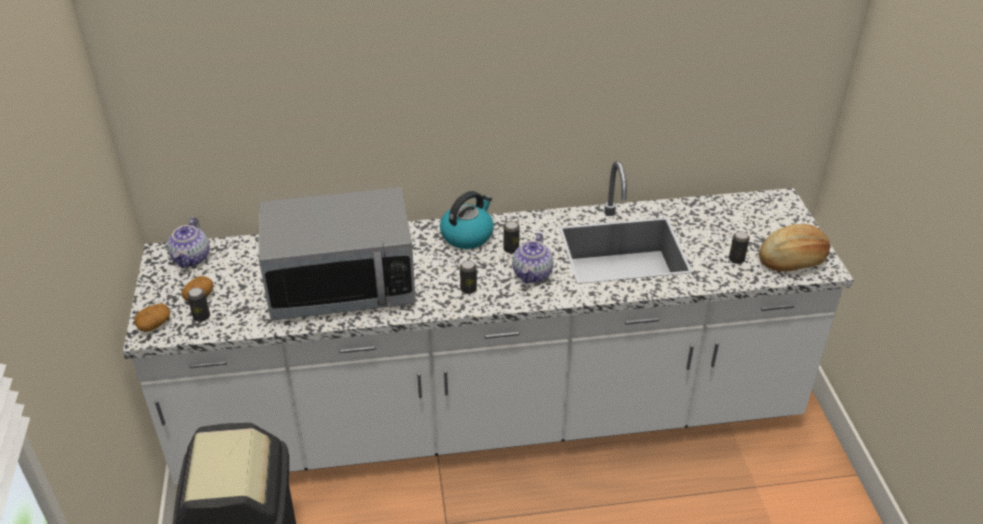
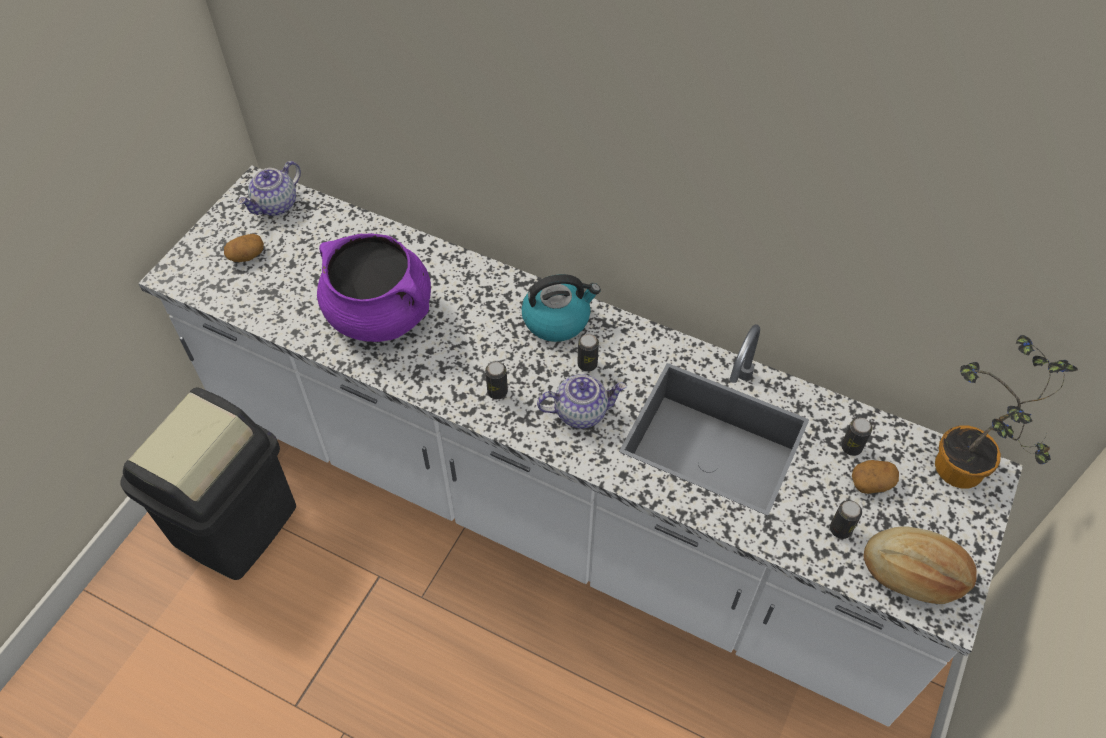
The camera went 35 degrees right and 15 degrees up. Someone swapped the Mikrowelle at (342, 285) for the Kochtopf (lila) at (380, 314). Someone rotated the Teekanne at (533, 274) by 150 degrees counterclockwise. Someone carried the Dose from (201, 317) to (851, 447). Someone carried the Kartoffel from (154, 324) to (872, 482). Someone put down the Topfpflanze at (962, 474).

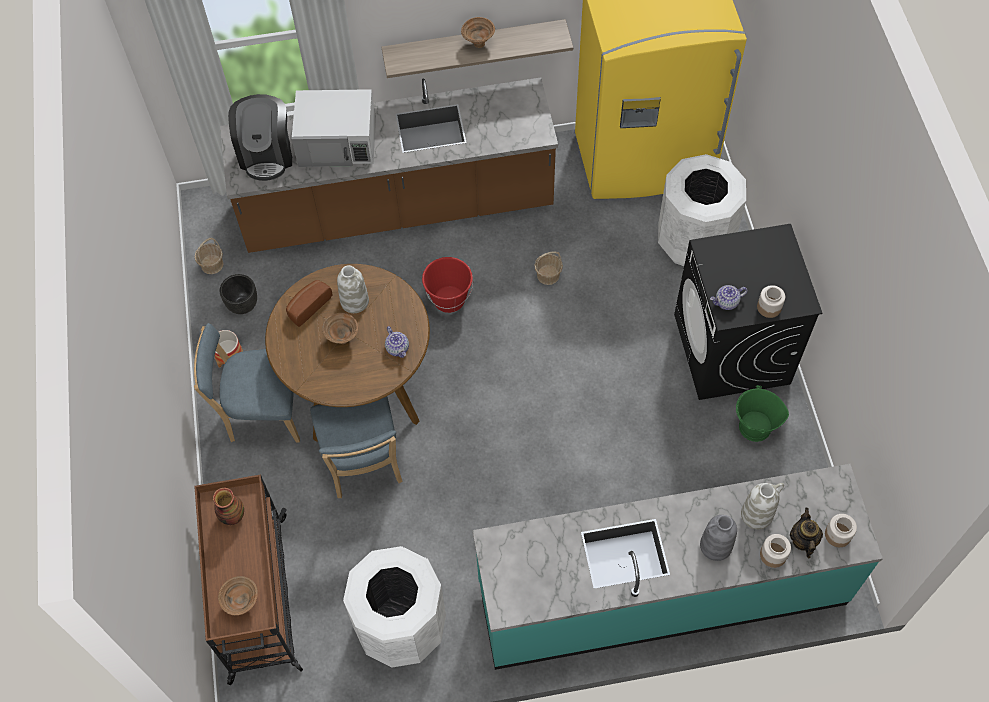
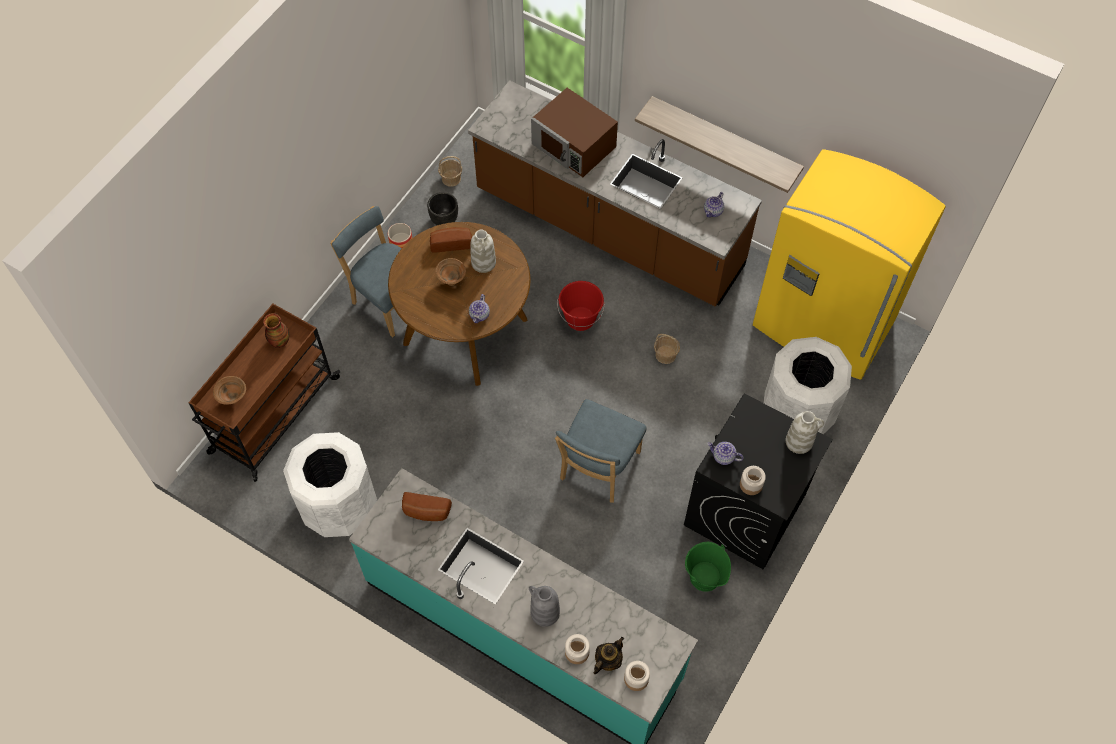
The camera went 40 degrees right and 0 degrees up. Someone took away the Schüssel (braun) at (478, 44). Someone repainted the Mikrowelle (weiß) at (338, 141), which became the Mikrowelle (braun) at (574, 145). Someone took away the Kaffeemaschine at (266, 154). Someone carried the Stuhl (blau) from (363, 464) to (597, 469). Someone carried the Vase (weiß) from (757, 514) to (799, 441). Someone put down the Teekanne at (713, 211). Someone put down the Brot at (426, 512).

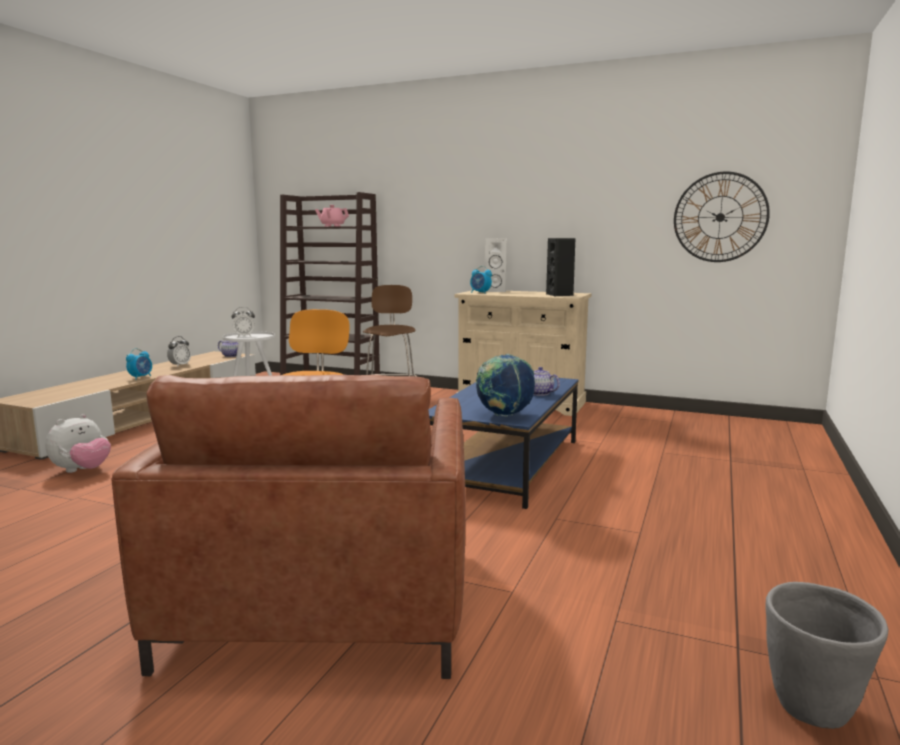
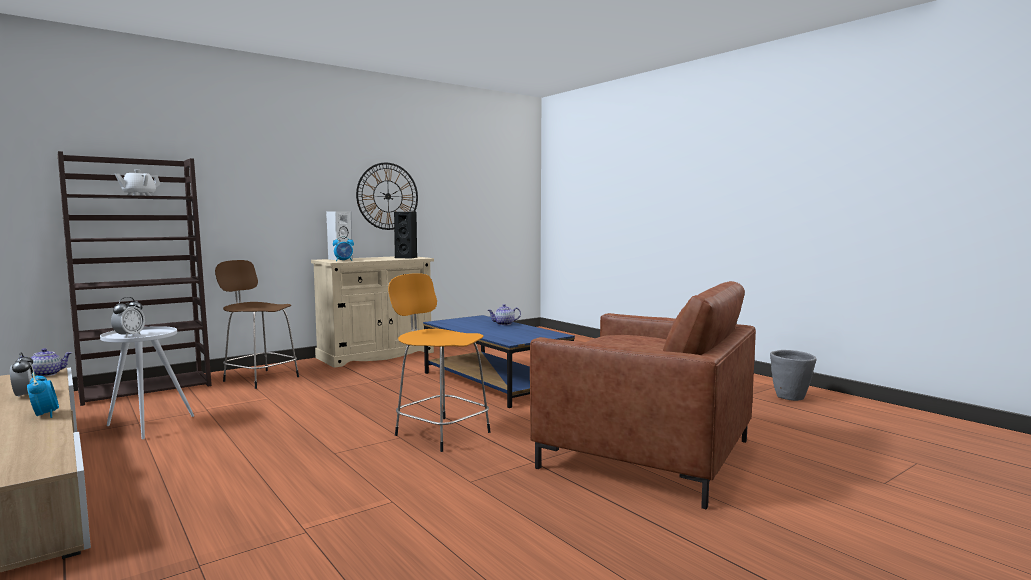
The camera went 60 degrees left and 5 degrees down. Someone carried the Wanduhr from (720, 217) to (387, 196). Someone repainted the Teekanne (rosa) at (332, 226), which became the Teekanne (weiß) at (139, 195). Someone took away the Globus at (504, 415). Someone took away the Plüschtier at (82, 470).

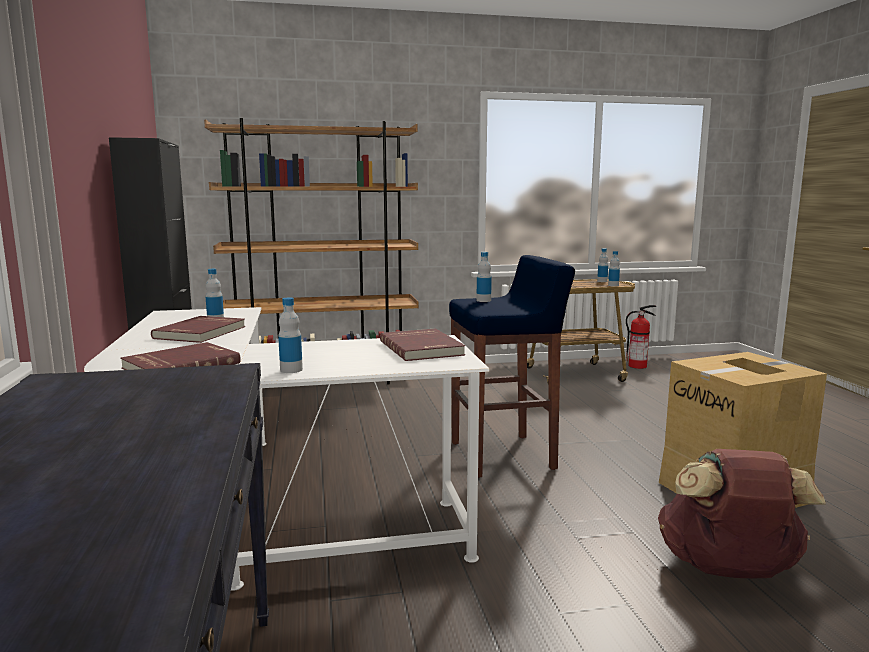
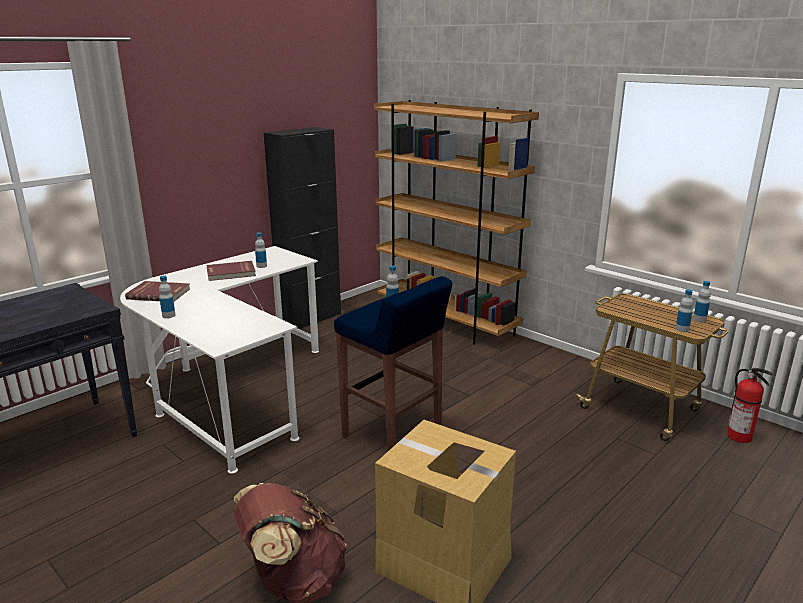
The camera went 55 degrees right and 10 degrees up. Someone took away the Buch (rot) at (422, 348).

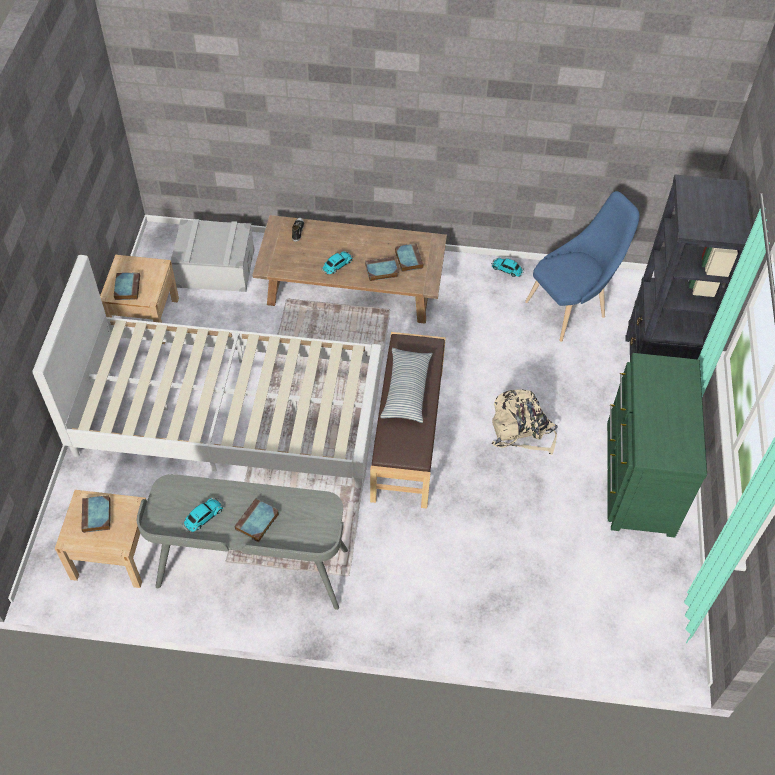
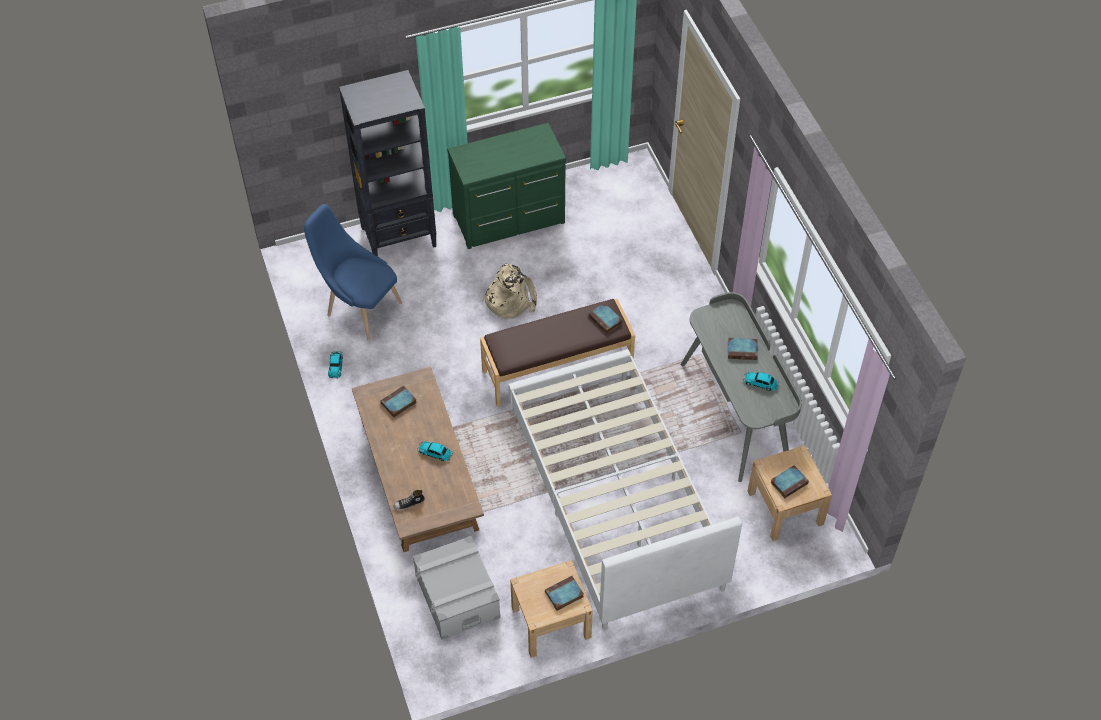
The camera went 115 degrees left and 0 degrees up. Someone carried the Buch from (381, 271) to (606, 320). Someone took away the Kissen at (406, 390).

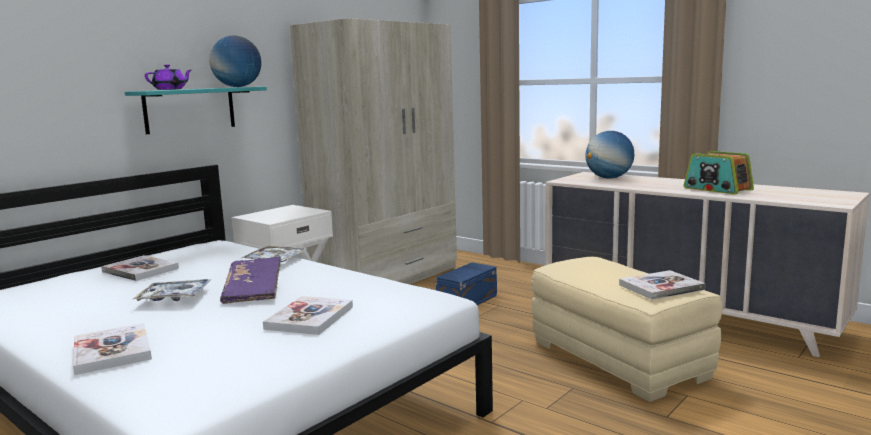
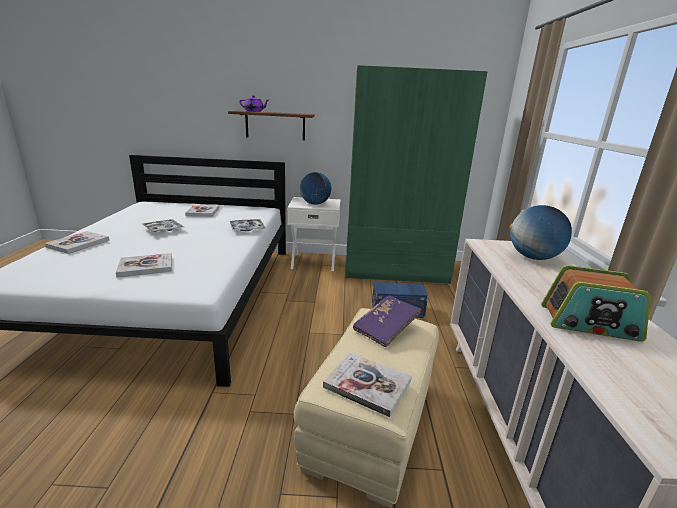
The camera went 50 degrees right and 10 degrees up. Someone repainted the Kleiderschrank (beige) at (387, 277), which became the Kleiderschrank (grün) at (395, 269). Someone carried the Globus from (238, 87) to (315, 204). Someone repainted the Wandregal (türkis) at (190, 109), which became the Wandregal (braun) at (275, 125). Someone rotated the Radio at (717, 189) by 90 degrees counterclockwise. Someone carried the Buch (lila) from (254, 292) to (386, 328).

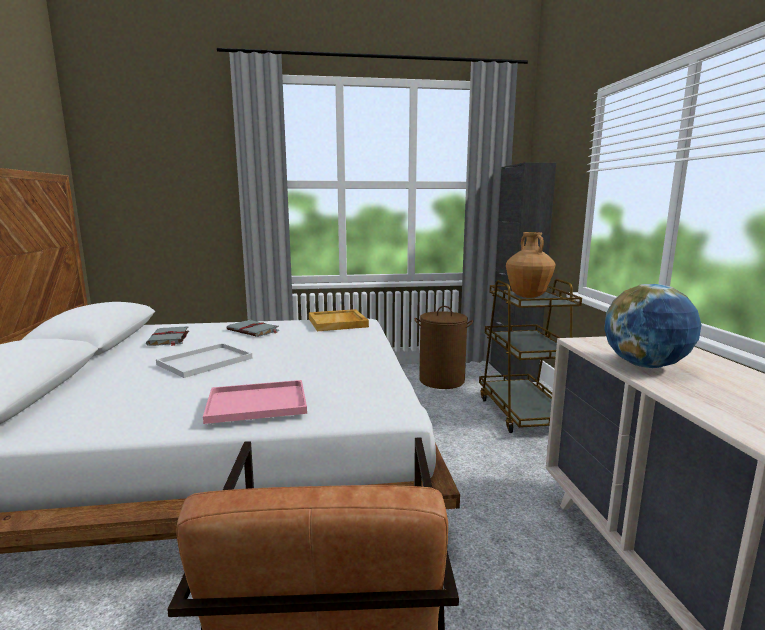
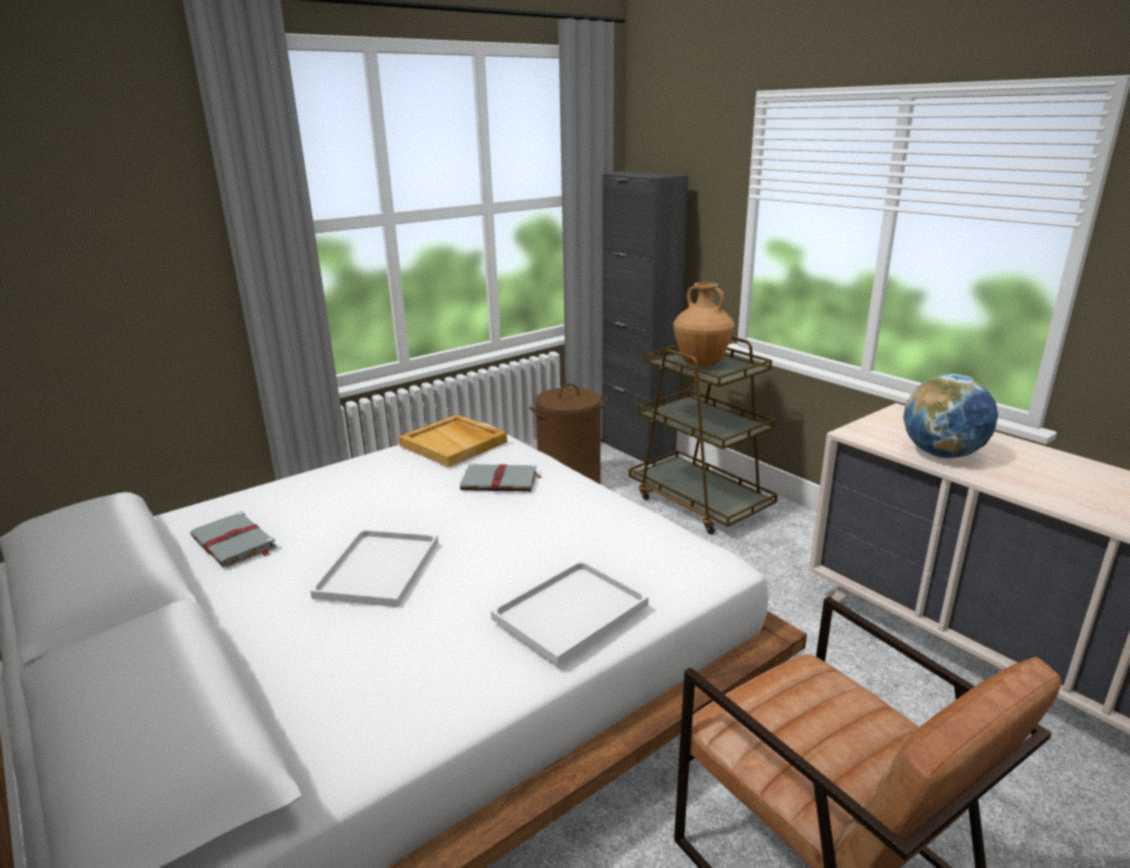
The camera went 30 degrees left and 10 degrees up. Someone carried the Buch (grau) from (253, 330) to (501, 481). Someone repainted the Tablett (rosa) at (255, 404), which became the Tablett (weiß) at (569, 613).

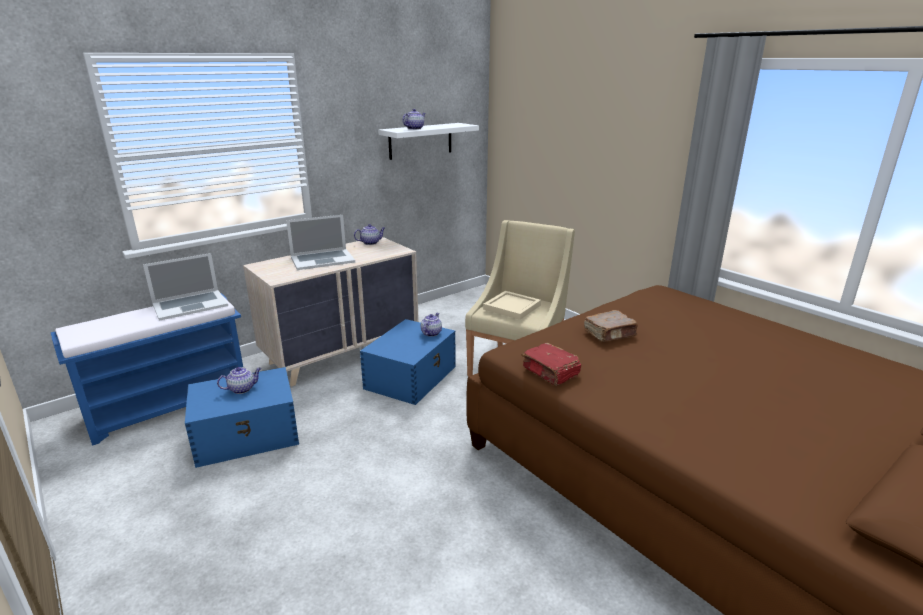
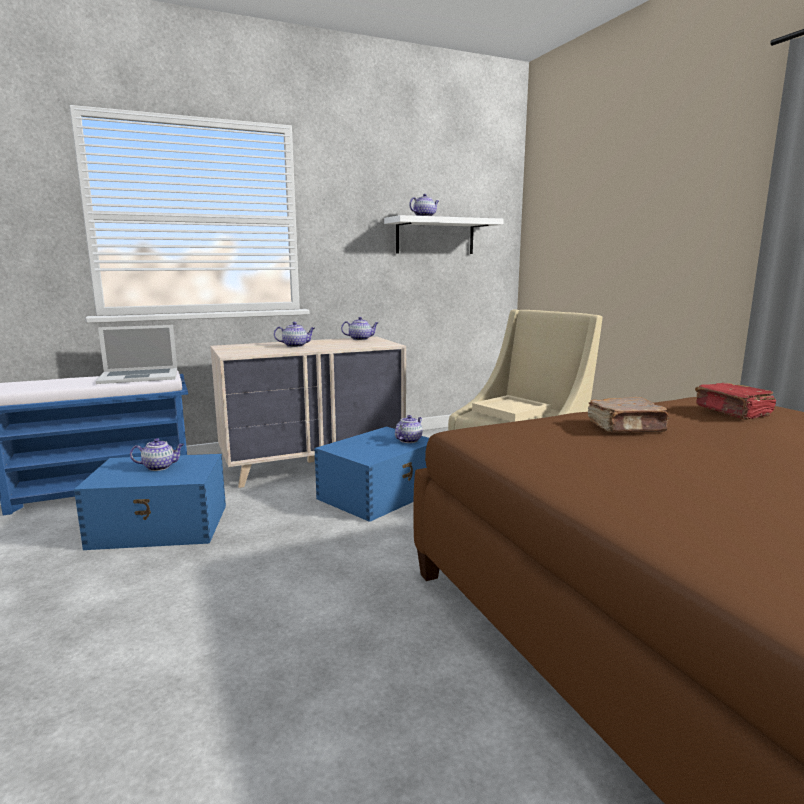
The camera went 15 degrees right and 10 degrees down. Someone swapped the Laptop at (322, 259) for the Teekanne at (295, 346). Someone carried the Buch (rot) from (550, 372) to (733, 411).

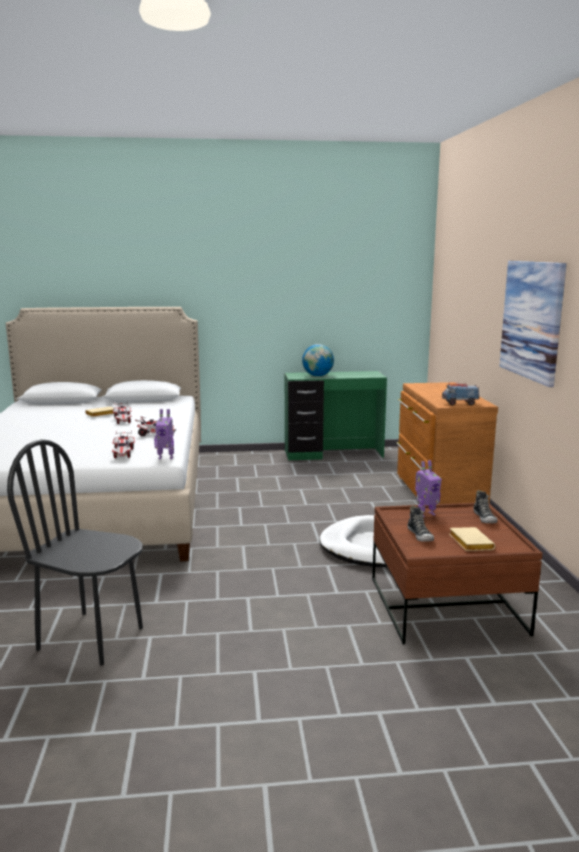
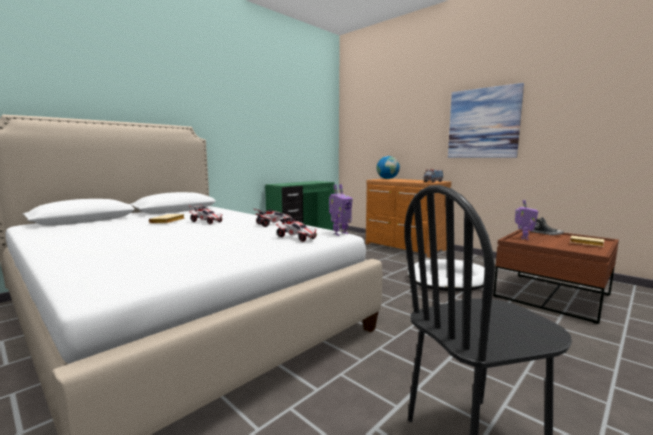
The camera went 40 degrees left and 5 degrees down. Someone carried the Globus from (318, 376) to (387, 179). Someone took away the Schuh at (420, 536).

